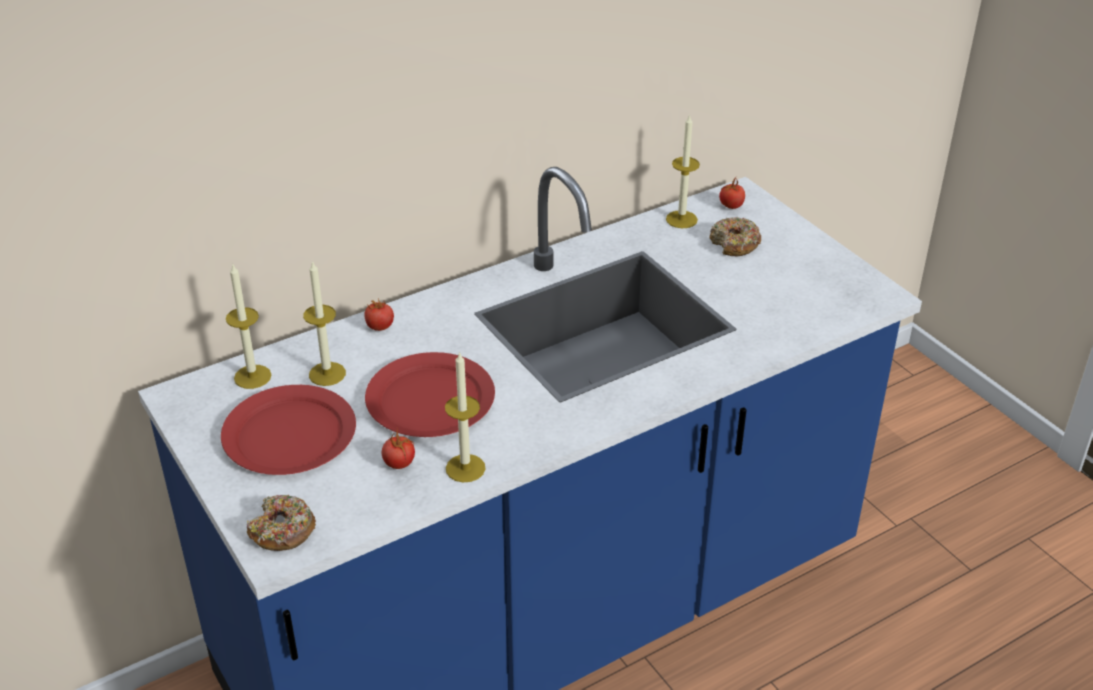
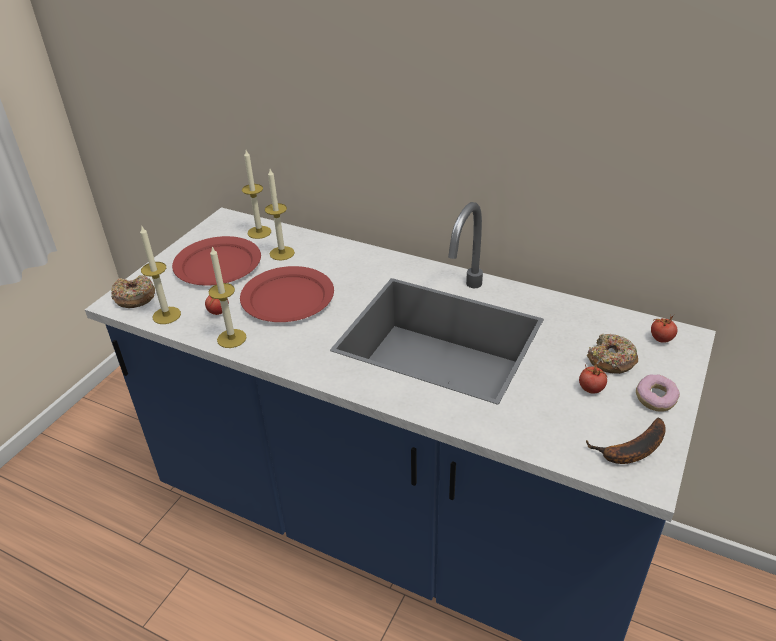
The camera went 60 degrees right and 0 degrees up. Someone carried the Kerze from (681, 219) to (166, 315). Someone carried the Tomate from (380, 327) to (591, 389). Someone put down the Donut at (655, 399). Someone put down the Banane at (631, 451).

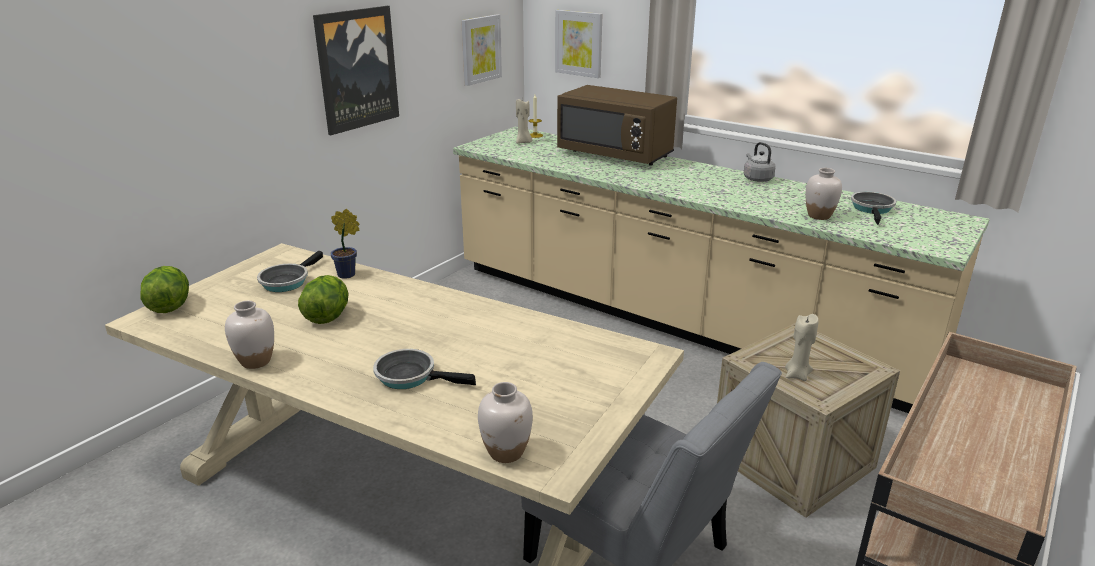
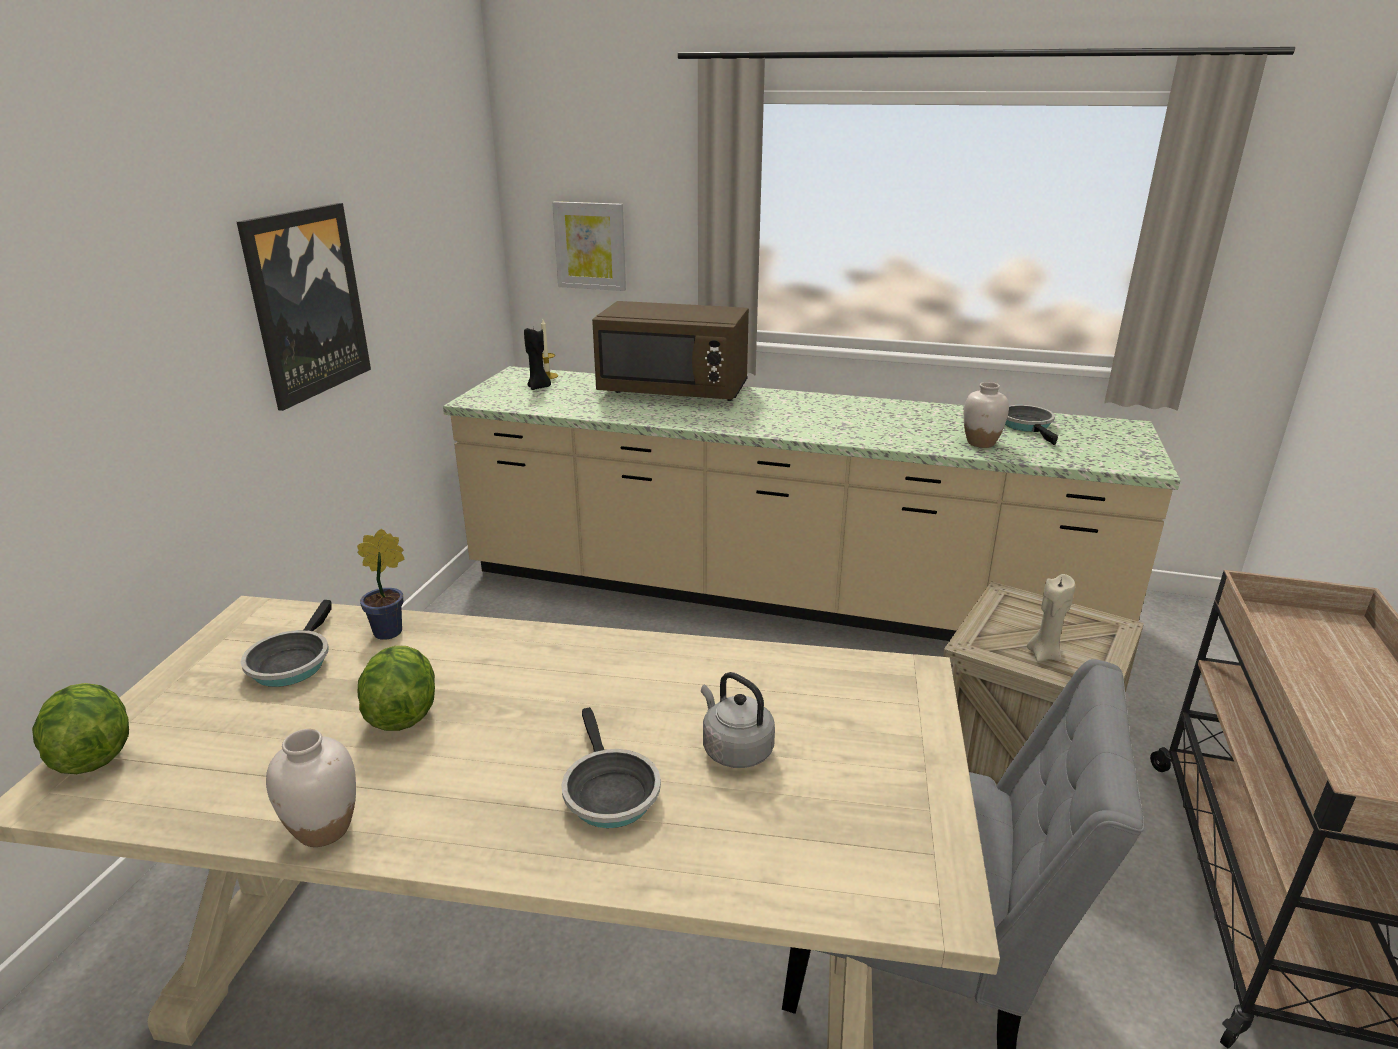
The camera went 20 degrees left and 0 degrees up. Someone took away the Bild at (480, 49). Someone repainted the Kerze (beige) at (523, 142), which became the Kerze (schwarz) at (539, 387). Someone carried the Wasserkessel (grau) from (756, 179) to (734, 749). Someone rotated the Pfanne at (410, 376) by 105 degrees counterclockwise. Someone took away the Vase (weiß) at (506, 452).

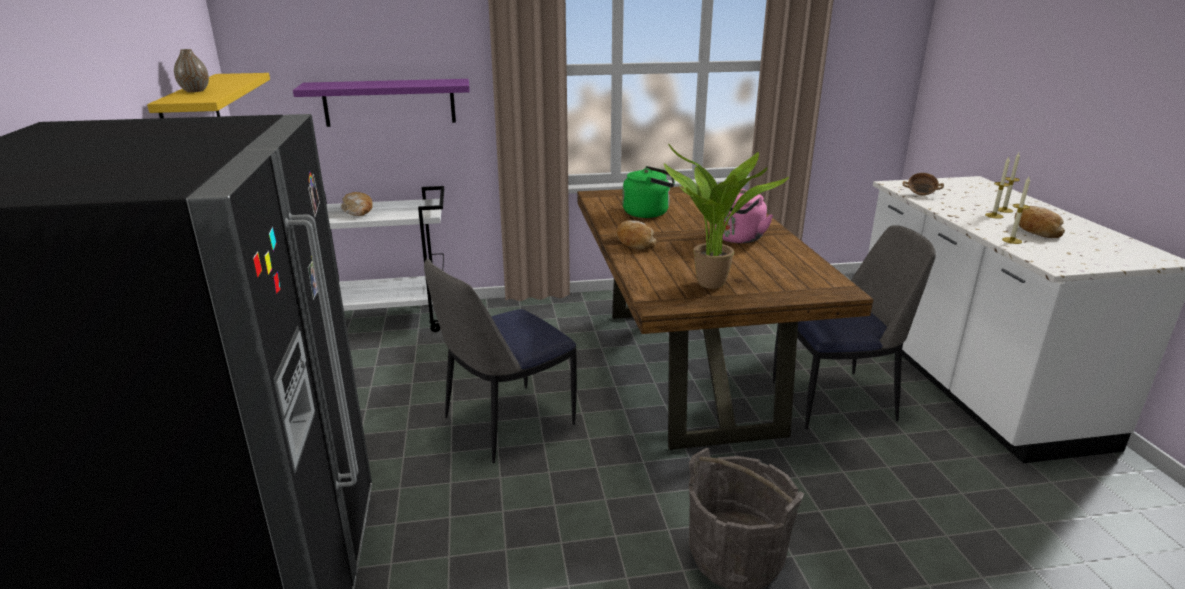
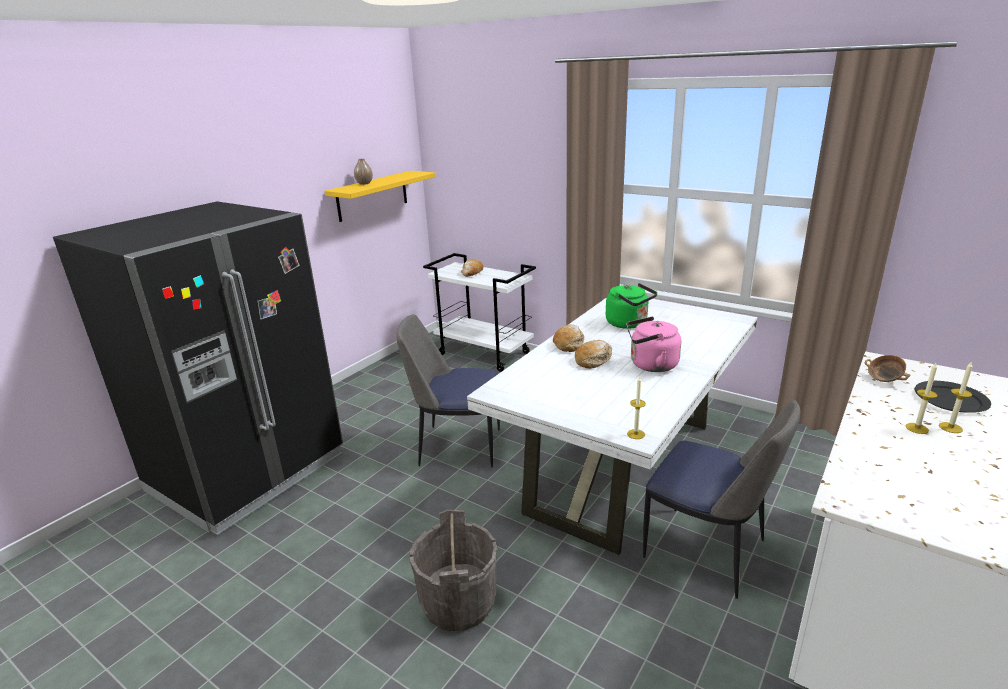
The camera went 45 degrees right and 0 degrees up. Someone took away the Wandregal (lila) at (389, 102). Someone took away the Topfpflanze at (712, 286). Someone carried the Kerze from (1012, 240) to (636, 434). Someone repainted the Esstisch (braun) at (686, 368), which became the Esstisch (weiß) at (622, 466). Someone carried the Brot from (1035, 230) to (594, 360). Someone put down the Teller (schwarz) at (950, 399).

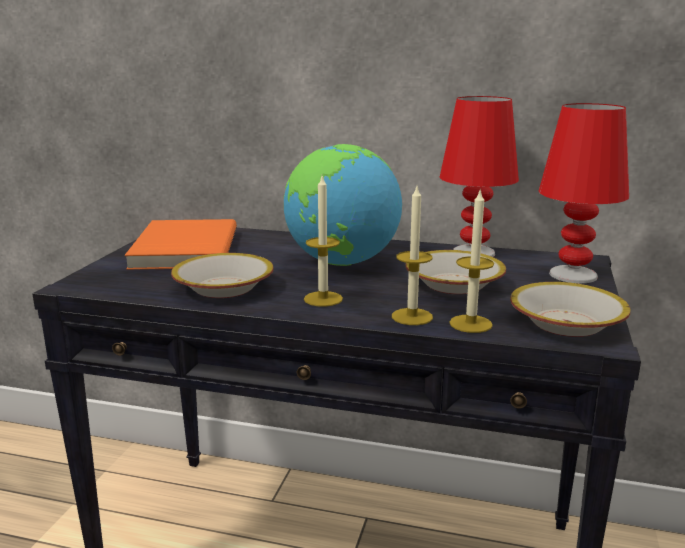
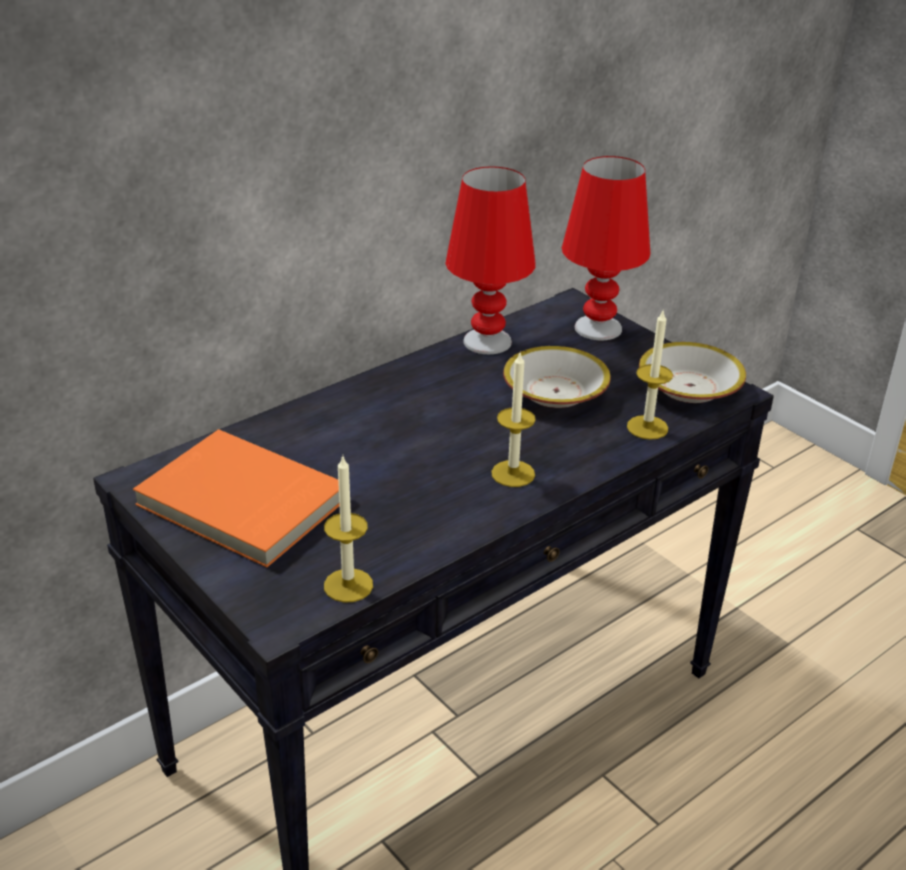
The camera went 55 degrees left and 15 degrees up. Someone took away the Globus at (341, 262). Someone carried the Kerze from (412, 316) to (348, 585). Someone took away the Schüssel at (223, 288).

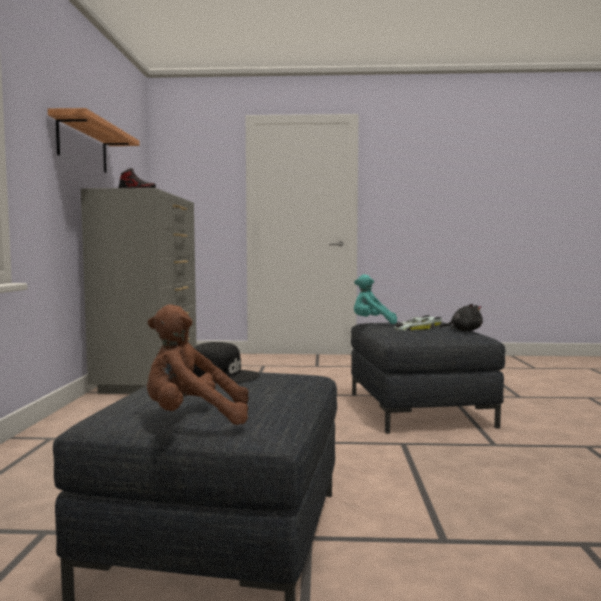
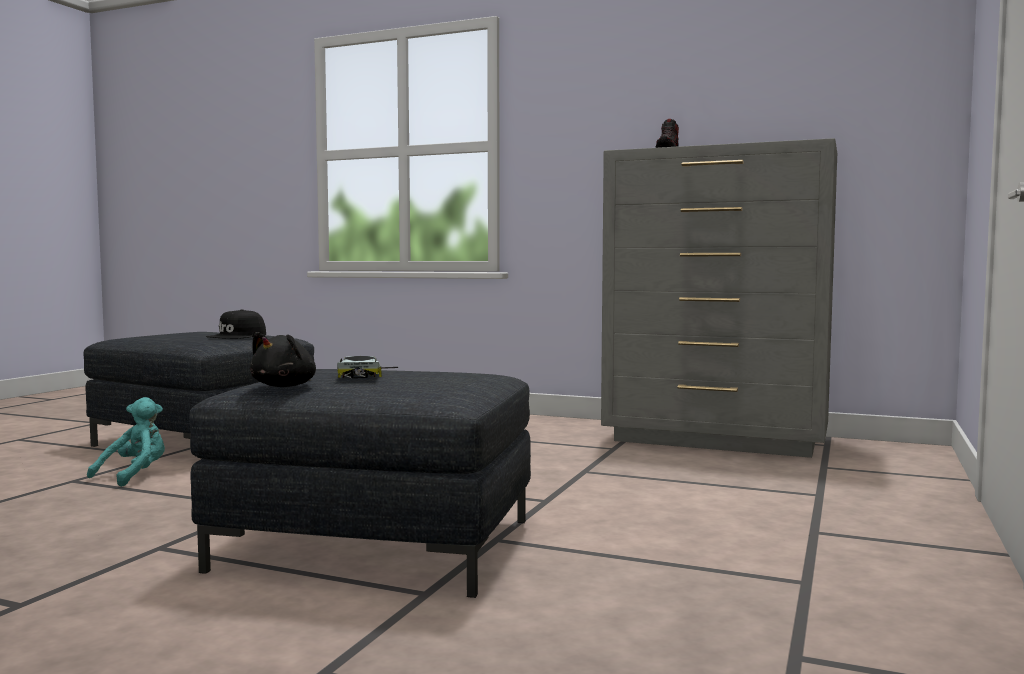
The camera went 110 degrees right and 0 degrees up. Someone took away the Wandregal at (82, 145). Someone carried the Plüschtier (türkis) from (372, 323) to (135, 475). Someone took away the Plüschtier (braun) at (192, 418).

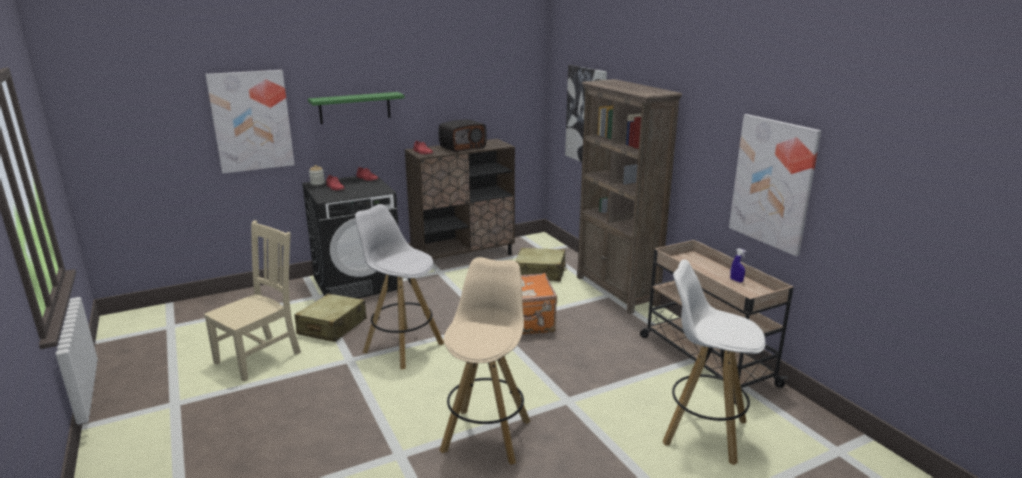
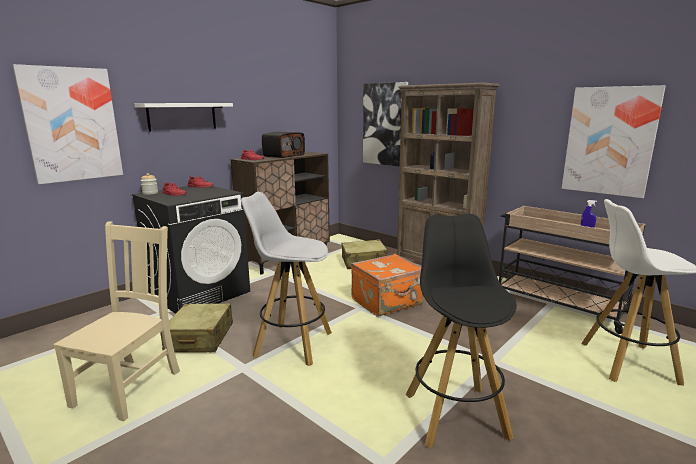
The camera went 20 degrees left and 5 degrees down. Someone repainted the Wandregal (grün) at (355, 108), which became the Wandregal (weiß) at (182, 116). Someone repainted the Hocker (beige) at (486, 435), which became the Hocker (schwarz) at (454, 414).

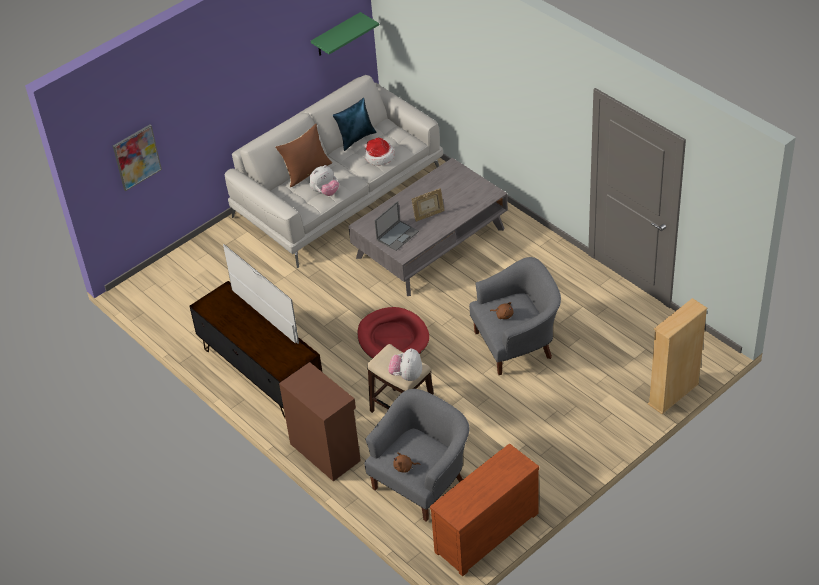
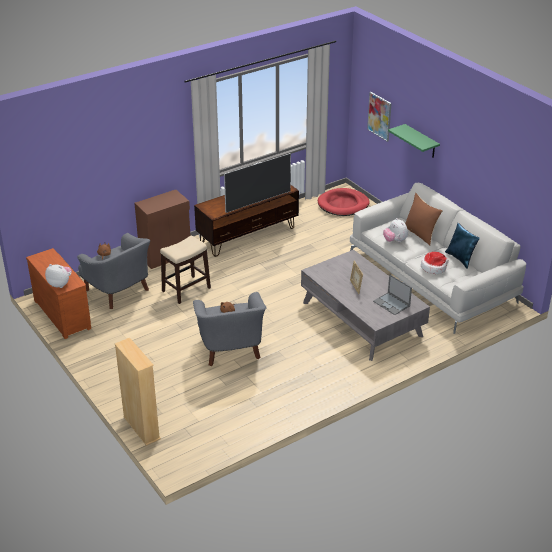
The camera went 95 degrees right and 10 degrees down. Someone carried the Wandregal (grün) from (336, 35) to (421, 141). Someone carried the Laptop from (397, 235) to (392, 304). Someone carried the Hundebett (rot) from (393, 338) to (343, 204). Someone carried the Plüschtier from (407, 375) to (60, 284).

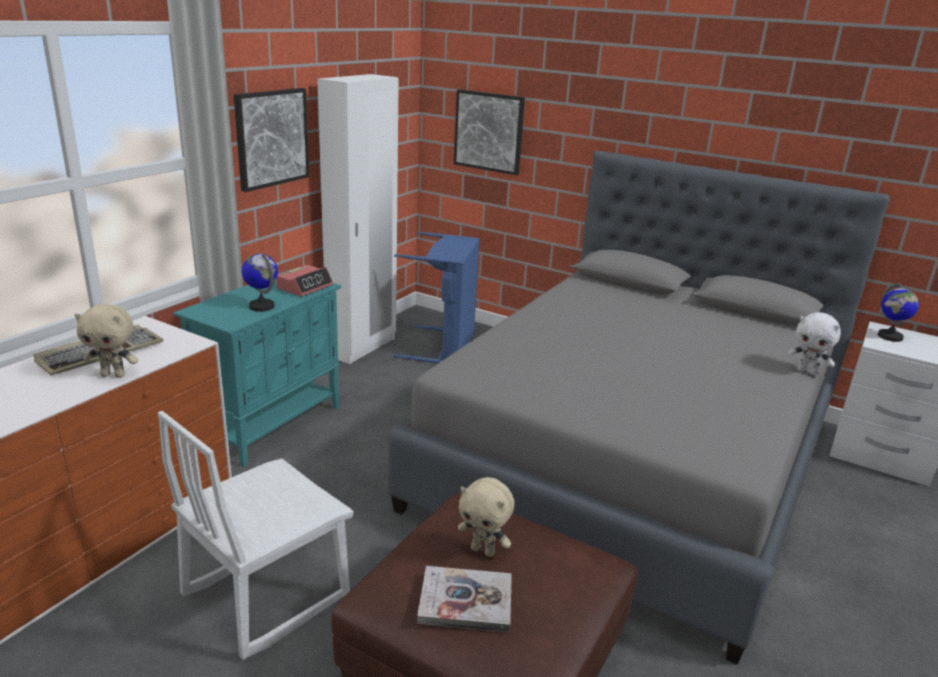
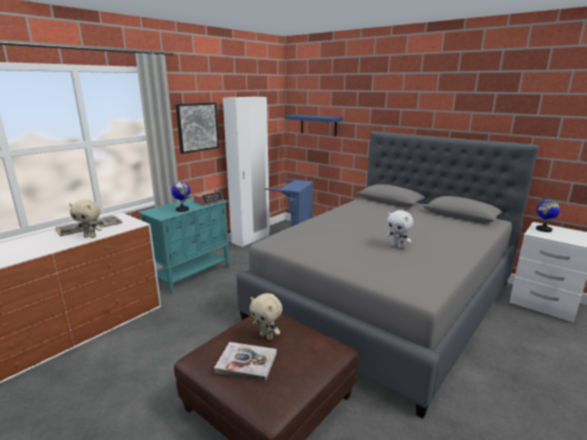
The camera went 10 degrees right and 5 degrees down. Someone swapped the Bild at (489, 131) for the Wandregal (blau) at (318, 125). Someone carried the Plüschtier (weiß) from (807, 372) to (397, 246). Someone took away the Stuhl (weiß) at (265, 594).

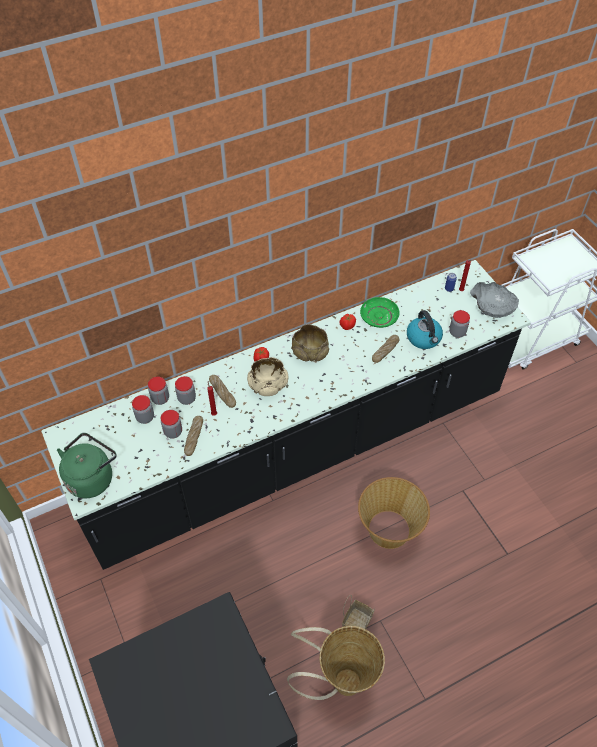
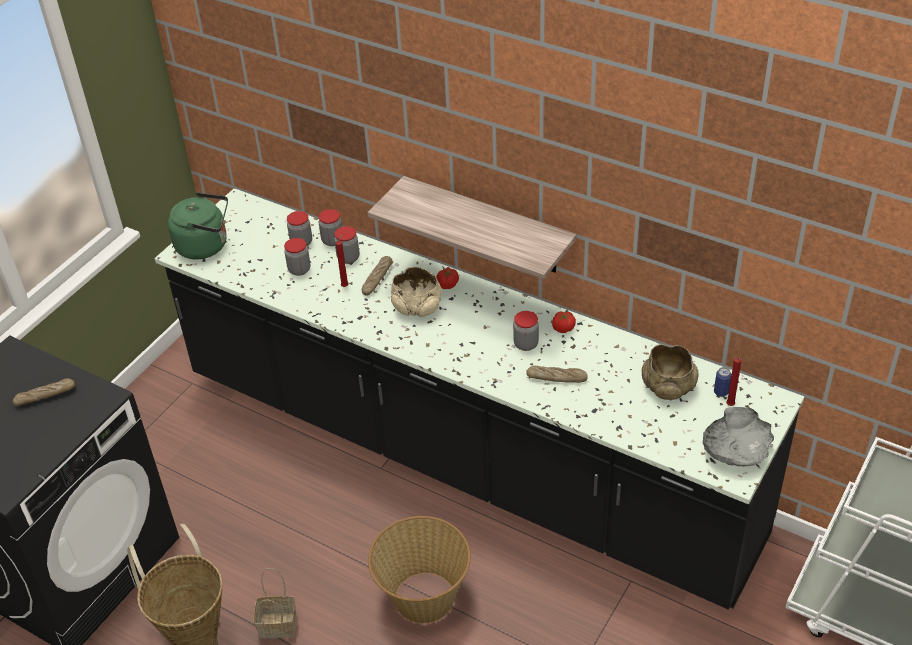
The camera went 60 degrees right and 10 degrees down. Someone took away the Teller (grün) at (379, 316). Someone took away the Wasserkessel at (424, 338). Someone carried the Vorratsglas from (457, 332) to (526, 344). Someone carried the Schüssel (beige) from (310, 352) to (668, 386). Someone carried the Brot from (194, 437) to (45, 396). Someone put up the Wandregal at (488, 226).

